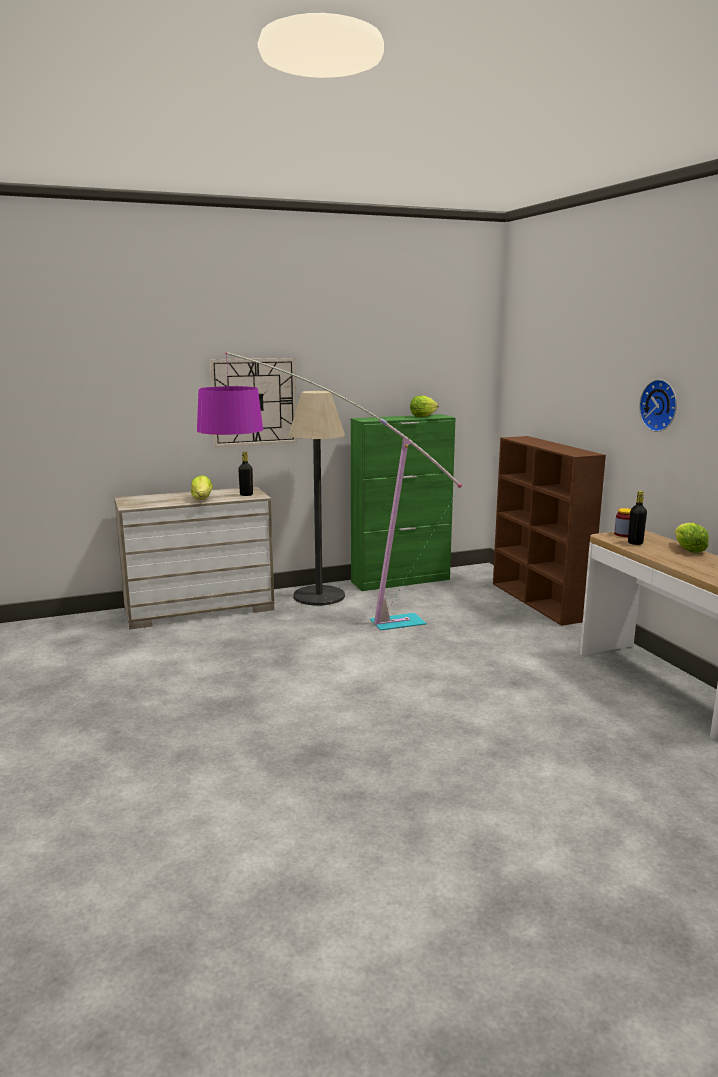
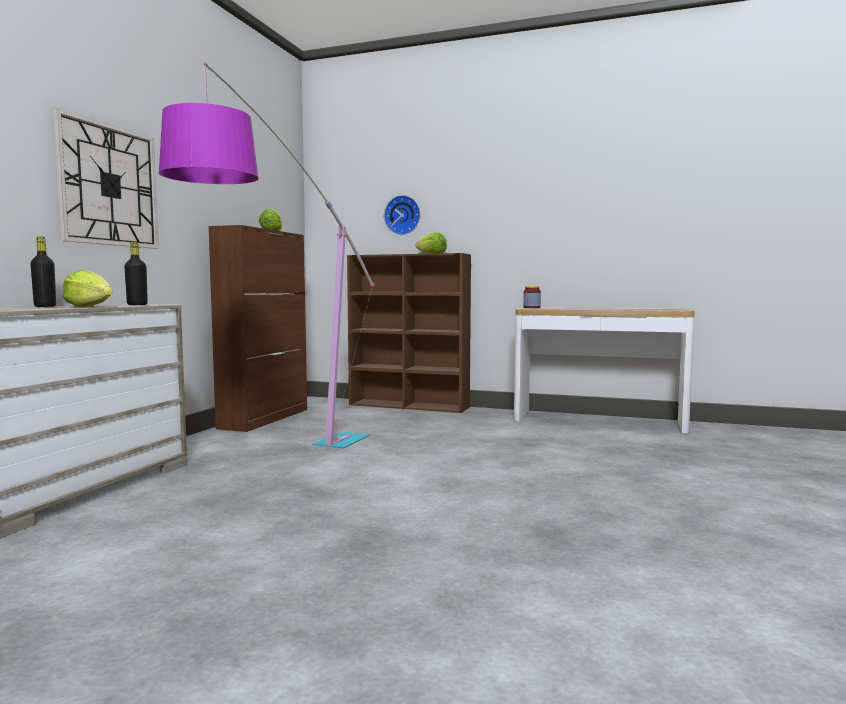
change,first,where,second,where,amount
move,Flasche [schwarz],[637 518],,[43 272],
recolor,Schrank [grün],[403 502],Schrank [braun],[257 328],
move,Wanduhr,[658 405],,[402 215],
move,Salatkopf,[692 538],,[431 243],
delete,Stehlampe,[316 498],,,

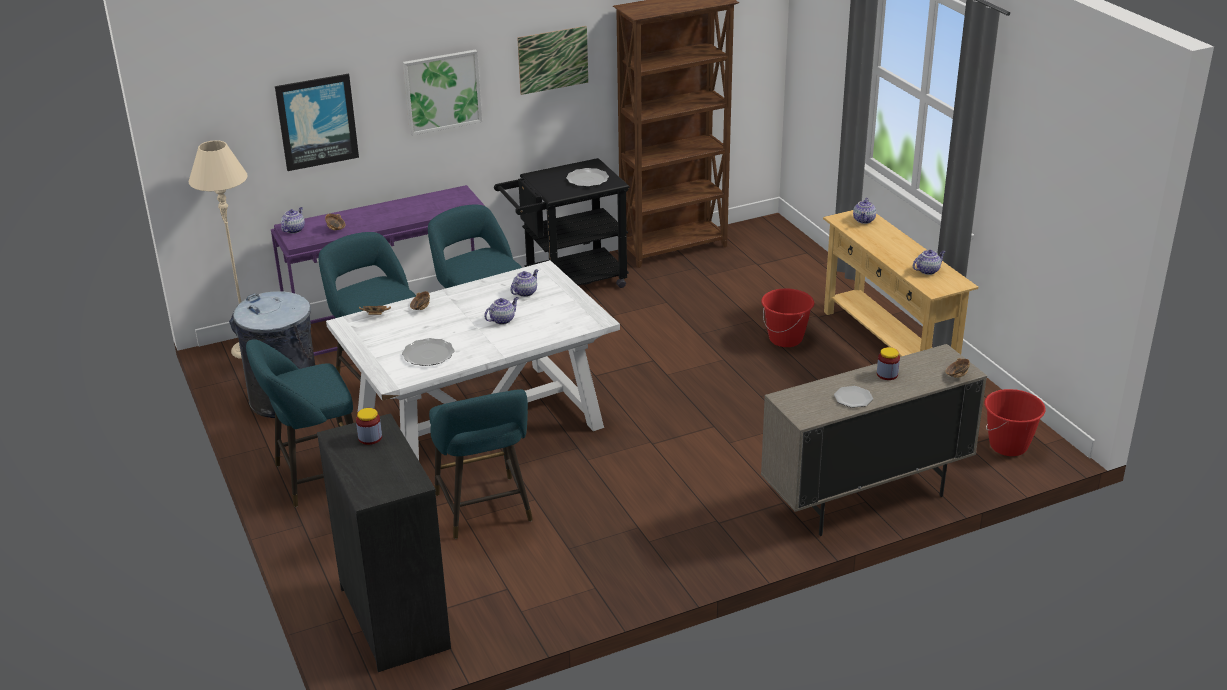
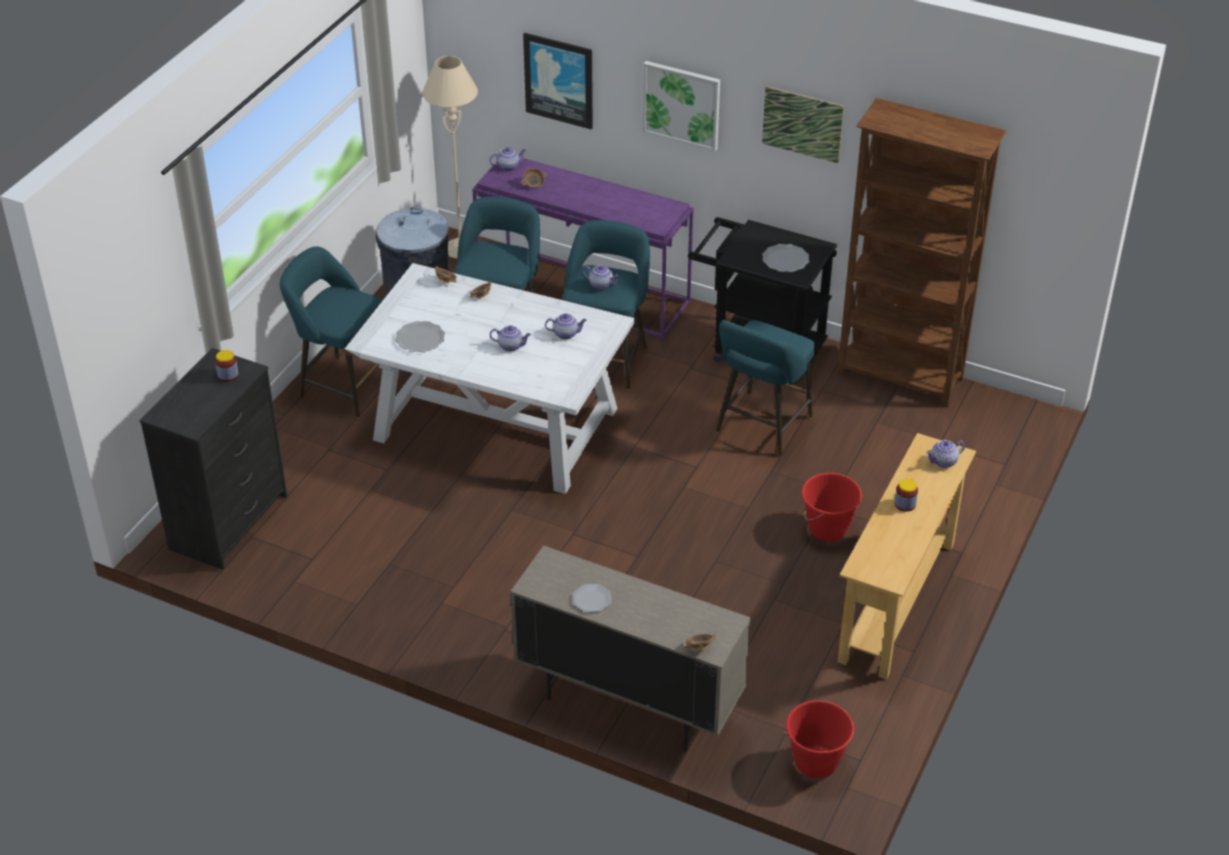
change,first,where,second,where,amount
move,Teekanne,[929 262],,[601 277],
move,Hocker [türkis],[481 464],,[765 388],
move,Vorratsglas,[888 363],,[906 495],

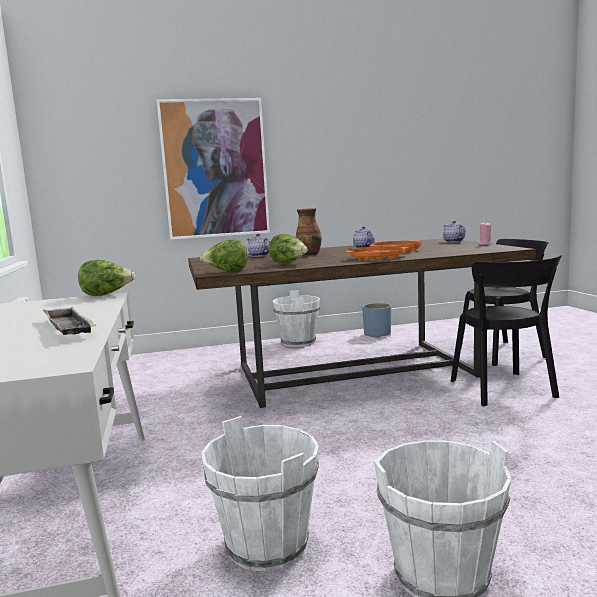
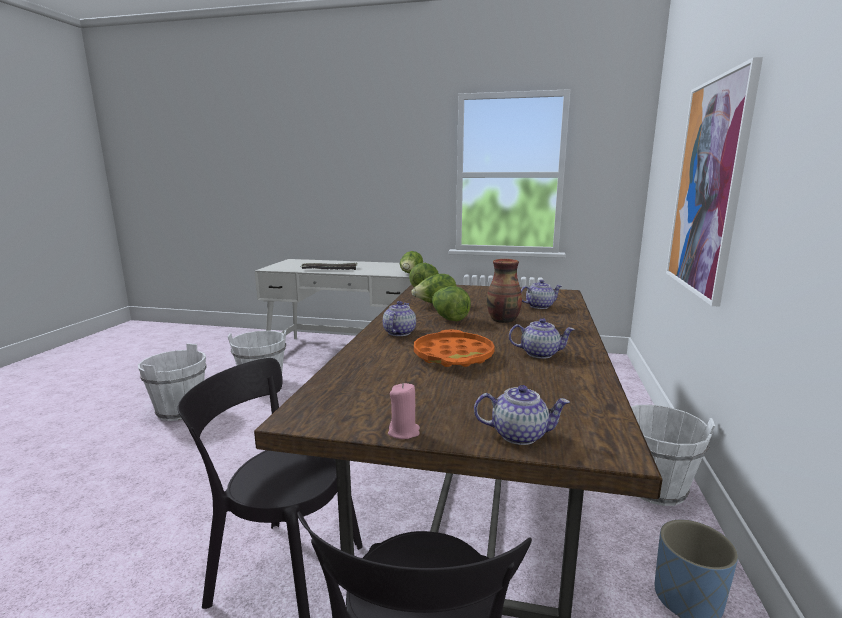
change,first,where,second,where,amount
replace,Tablett [orange],[377 253],Teekanne,[399 318],
insert,,,Salatkopf,[451 303],

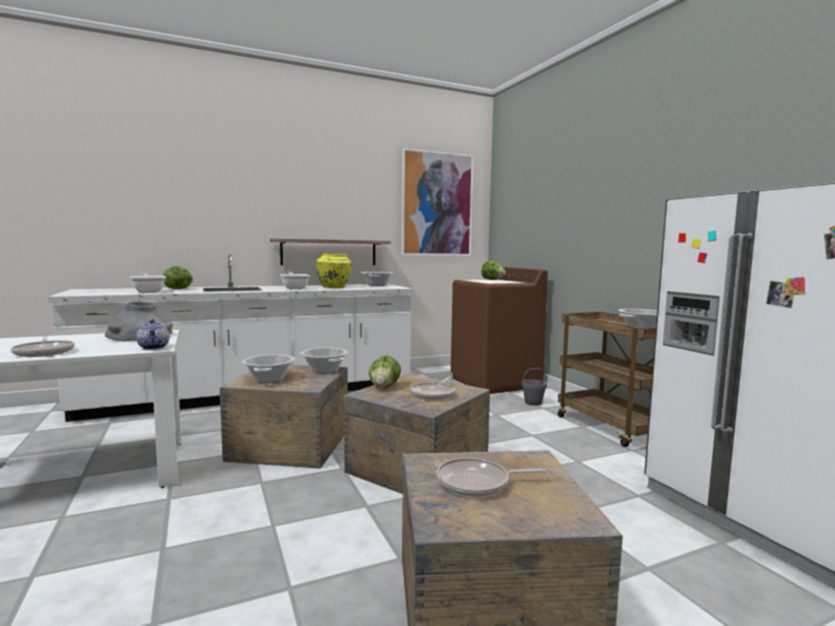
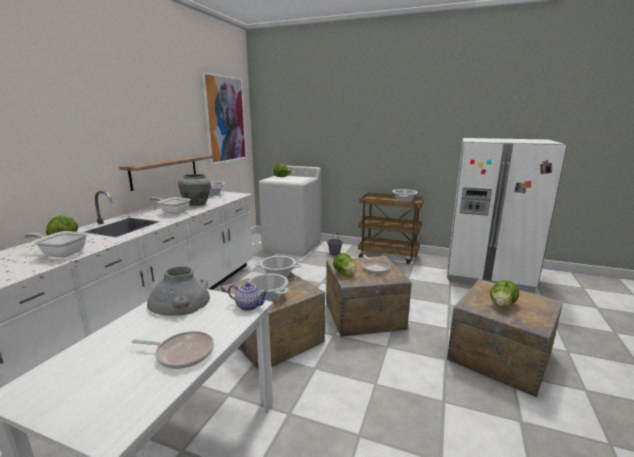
change,first,where,second,where,amount
recolor,Vase [gelb],[334 270],Vase [grau],[194 190],
recolor,Waschmaschine [braun],[499 330],Waschmaschine [weiß],[289 211],
replace,Pfanne,[491 477],Salatkopf,[504 293],

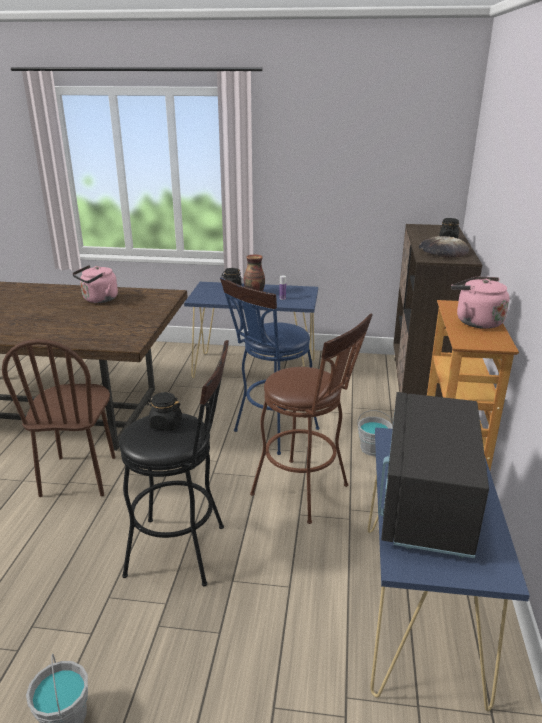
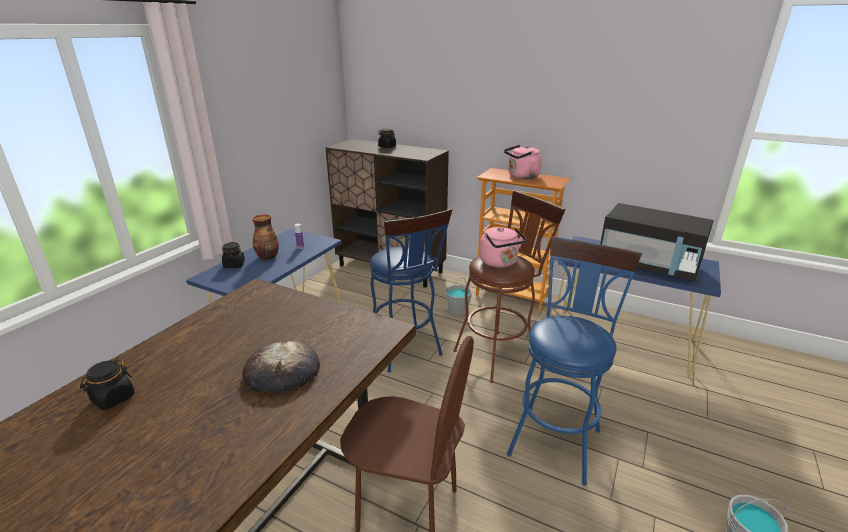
change,first,where,second,where,amount
move,Vorratsglas [schwarz],[164 411],,[107 384],
move,Brot,[444 247],,[281 366],
move,Wasserkessel [rosa],[95 284],,[503 247],
recolor,Hocker [schwarz],[174 463],Hocker [blau],[574 361],

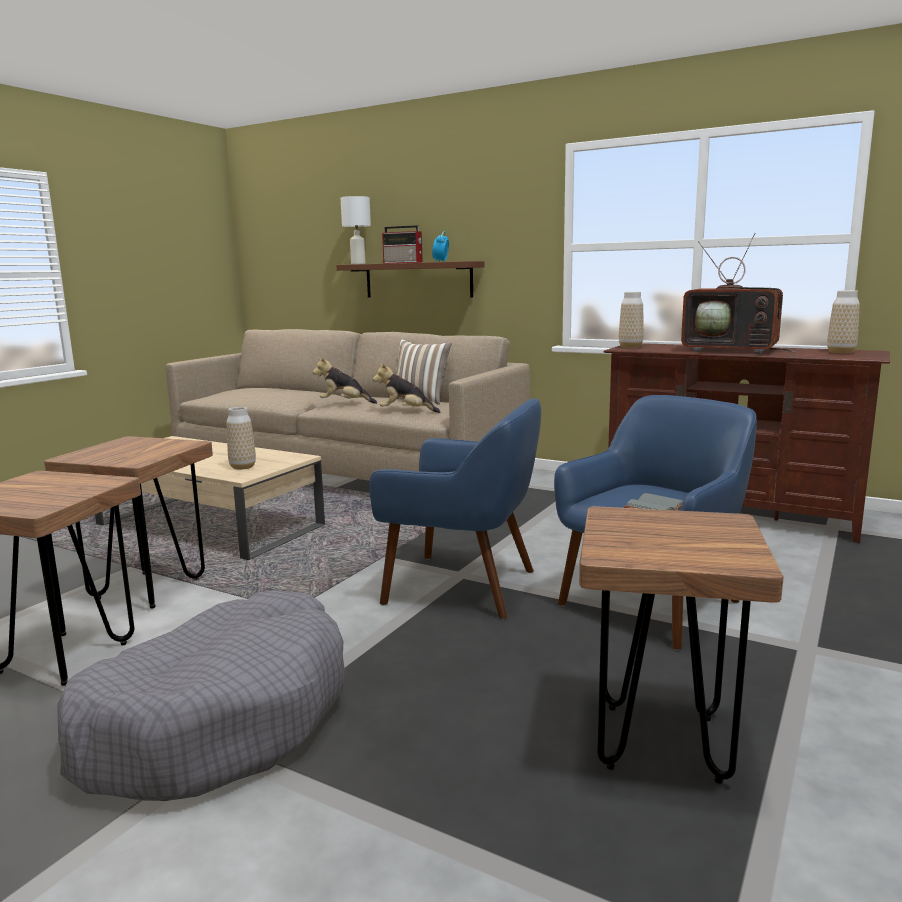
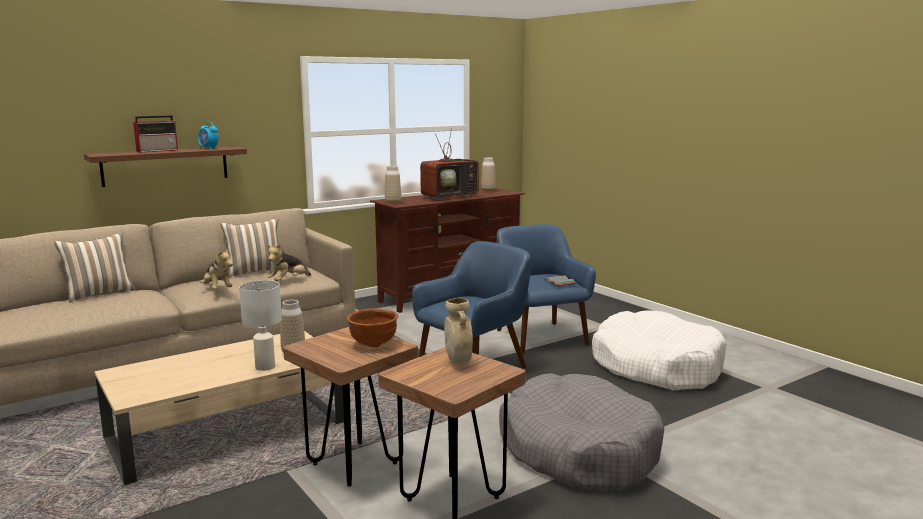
change,first,where,second,where,amount
insert,,,Kissen,[94 268],
rotate,Plüschtier,[345 380],,[216 268],75 degrees counterclockwise
move,Tischlampe [weiß],[356 230],,[260 325],
insert,,,Schüssel [braun],[372 328],
insert,,,Vase [beige],[458 331],
replace,Hocker [braun],[681 645],Hundebett [weiß],[659 350],

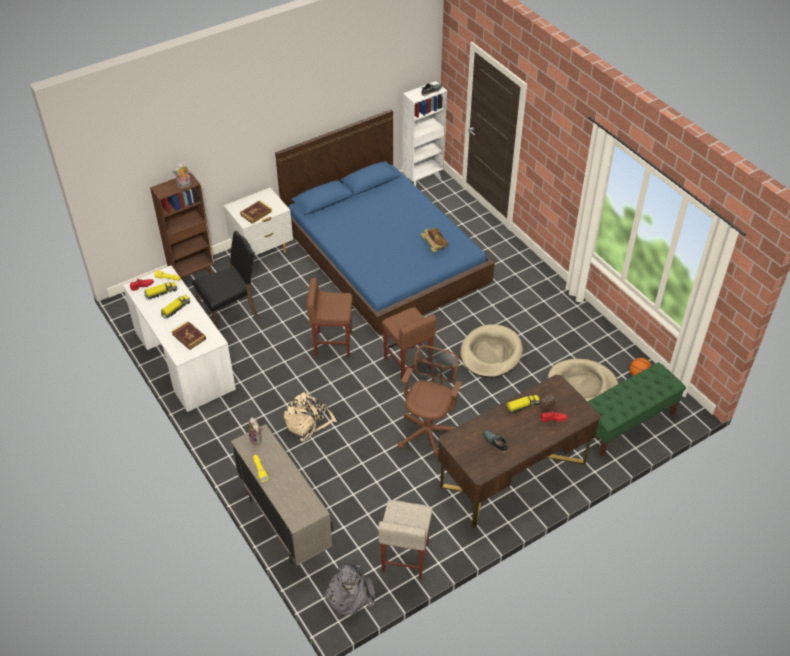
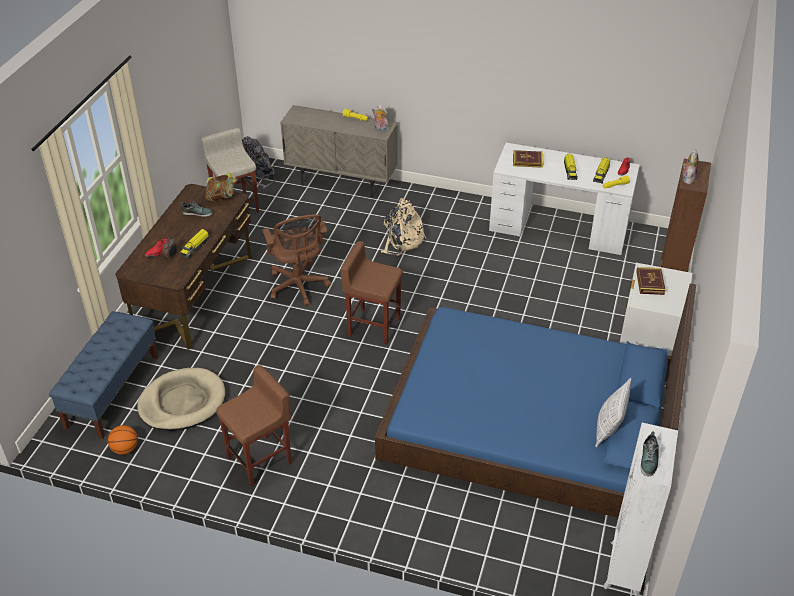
change,first,where,second,where,amount
recolor,Bank [grün],[636 409],Bank [blau],[104 375],
move,Buch,[434 239],,[220 187],
move,Hocker [braun],[330 317],,[254 426],
insert,,,Kissen,[613 412],
delete,Stuhl [schwarz],[225 280],,,
delete,Hundebett [beige],[491 351],,,

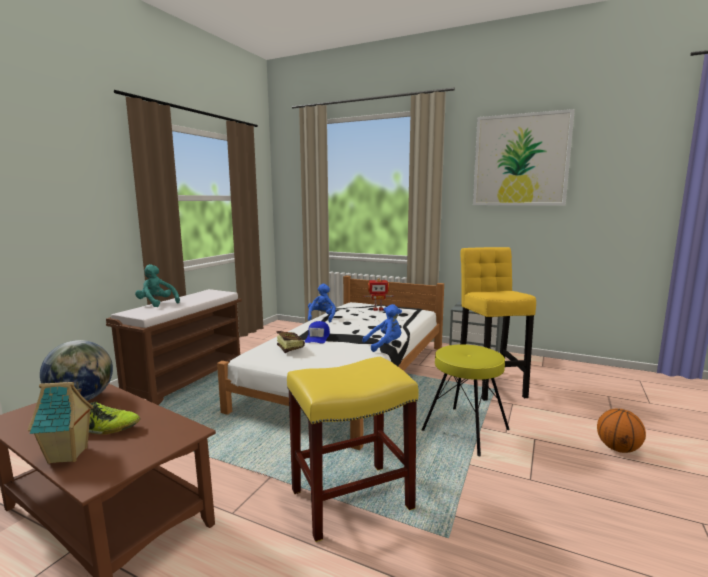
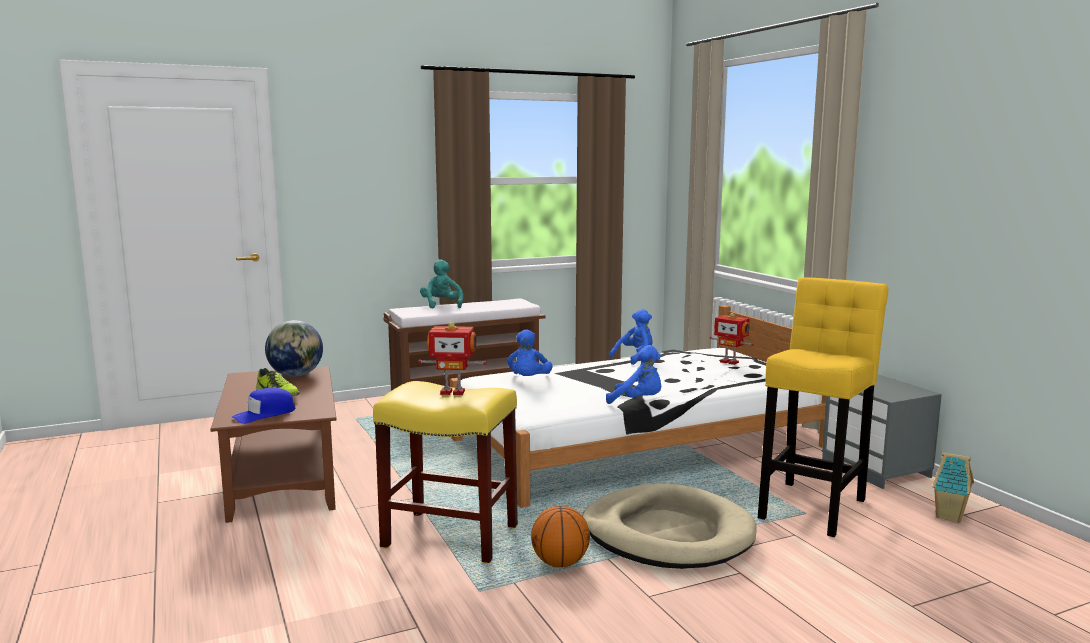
change,first,where,second,where,amount
move,Kappe [blau],[317 332],,[264 406],
insert,,,Spielzeugroboter,[452 358],
replace,Buch,[290 342],Plüschtier [blau],[530 353],
move,Basketball,[621 431],,[560 536],
replace,Hocker [gelb],[466 400],Hundebett [beige],[669 526],
move,Spielzeughaus,[61 423],,[953 487],
delete,Bild,[524 157],,,

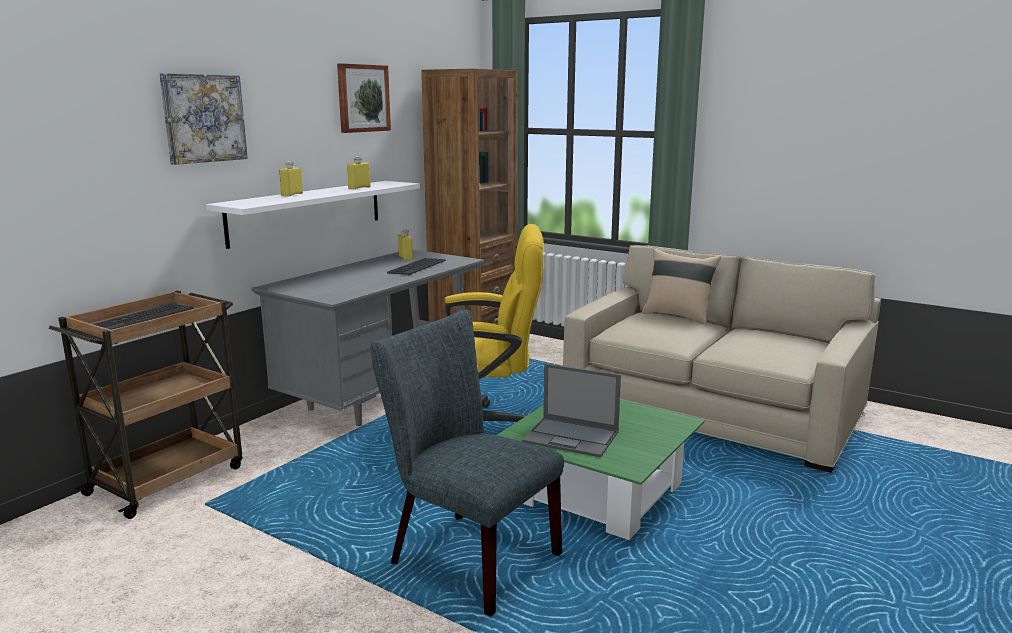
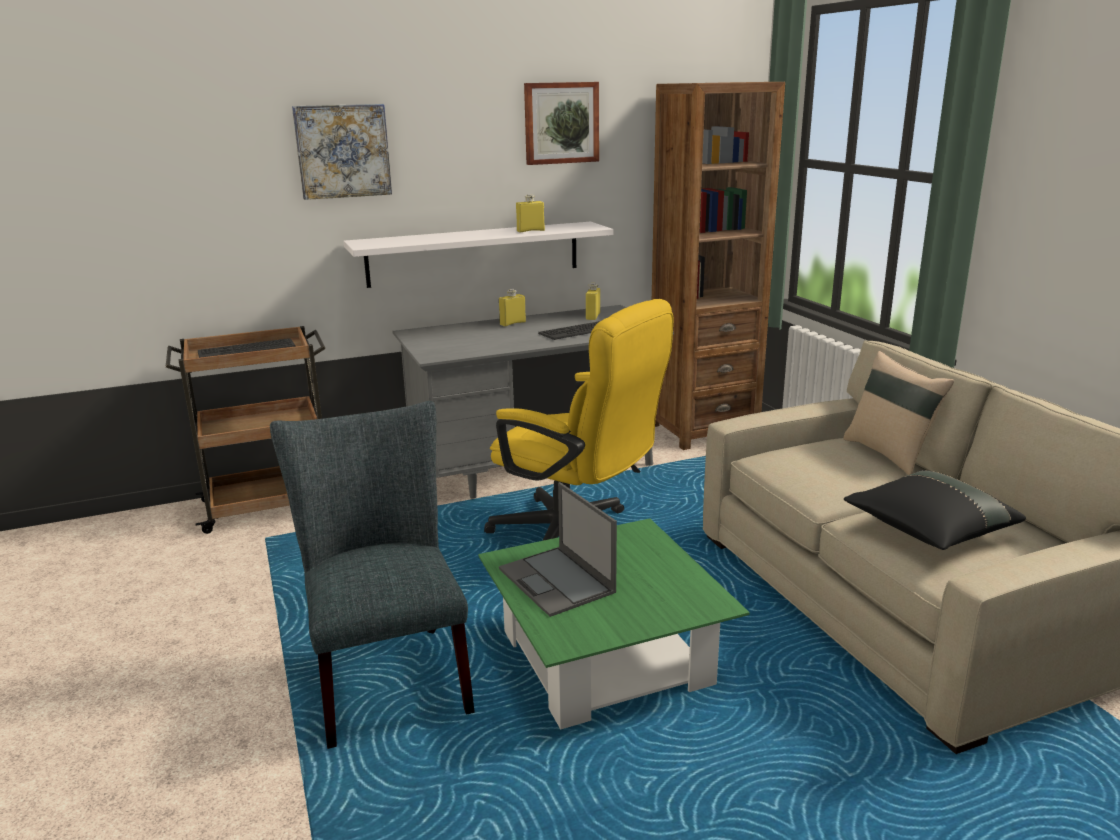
change,first,where,second,where,amount
move,Flasche [gelb],[291 179],,[512 307],
insert,,,Kissen [schwarz],[935 510],

